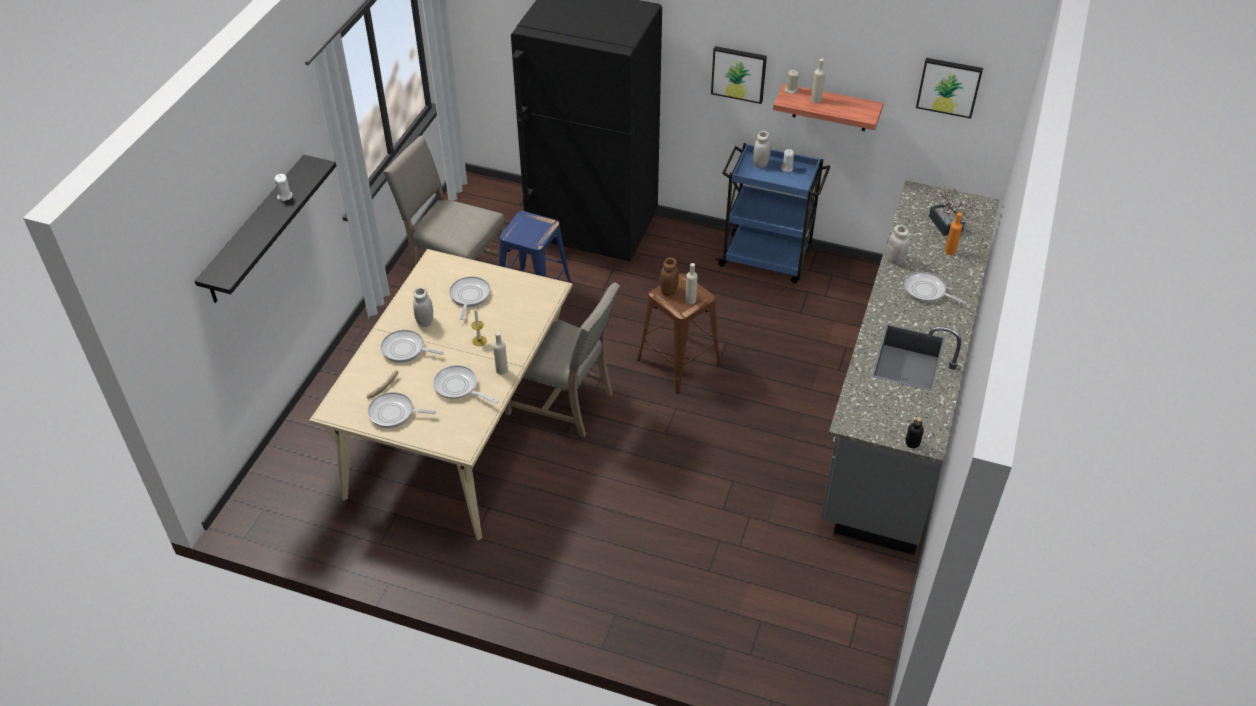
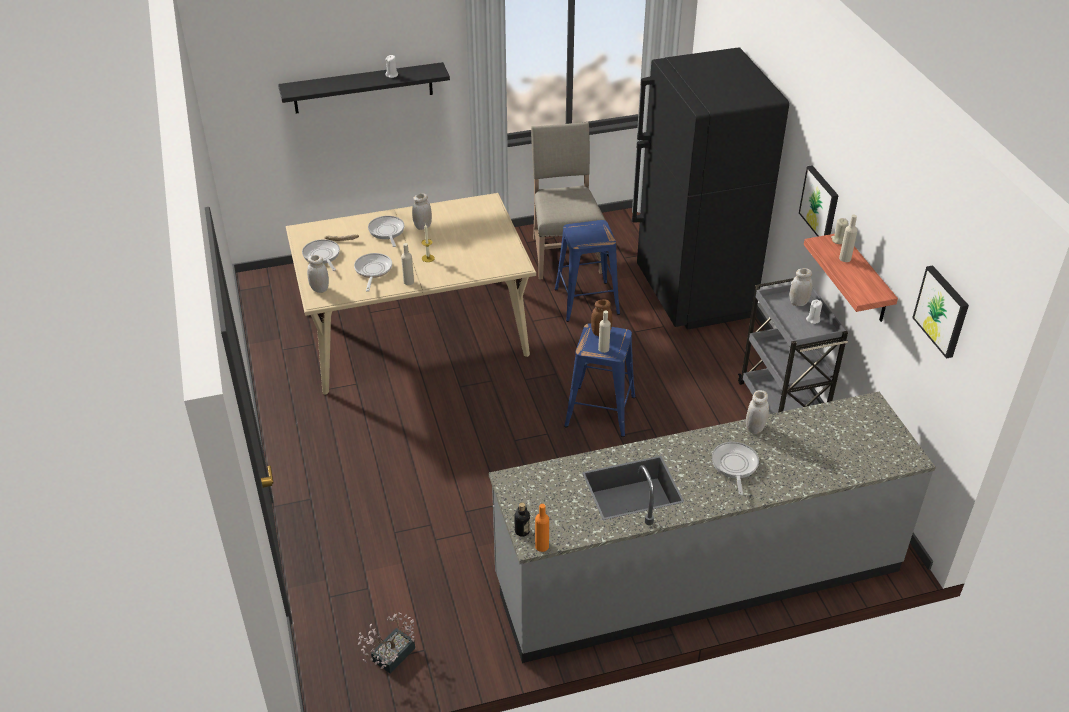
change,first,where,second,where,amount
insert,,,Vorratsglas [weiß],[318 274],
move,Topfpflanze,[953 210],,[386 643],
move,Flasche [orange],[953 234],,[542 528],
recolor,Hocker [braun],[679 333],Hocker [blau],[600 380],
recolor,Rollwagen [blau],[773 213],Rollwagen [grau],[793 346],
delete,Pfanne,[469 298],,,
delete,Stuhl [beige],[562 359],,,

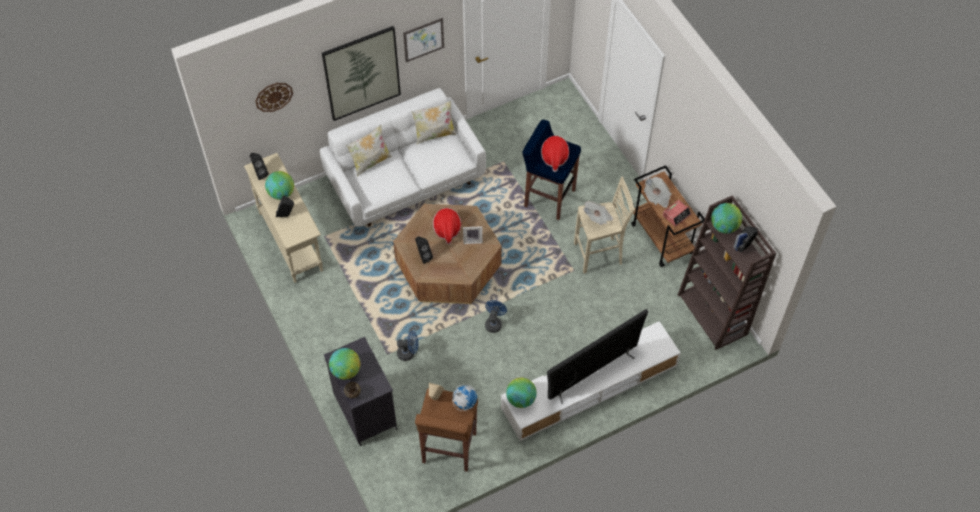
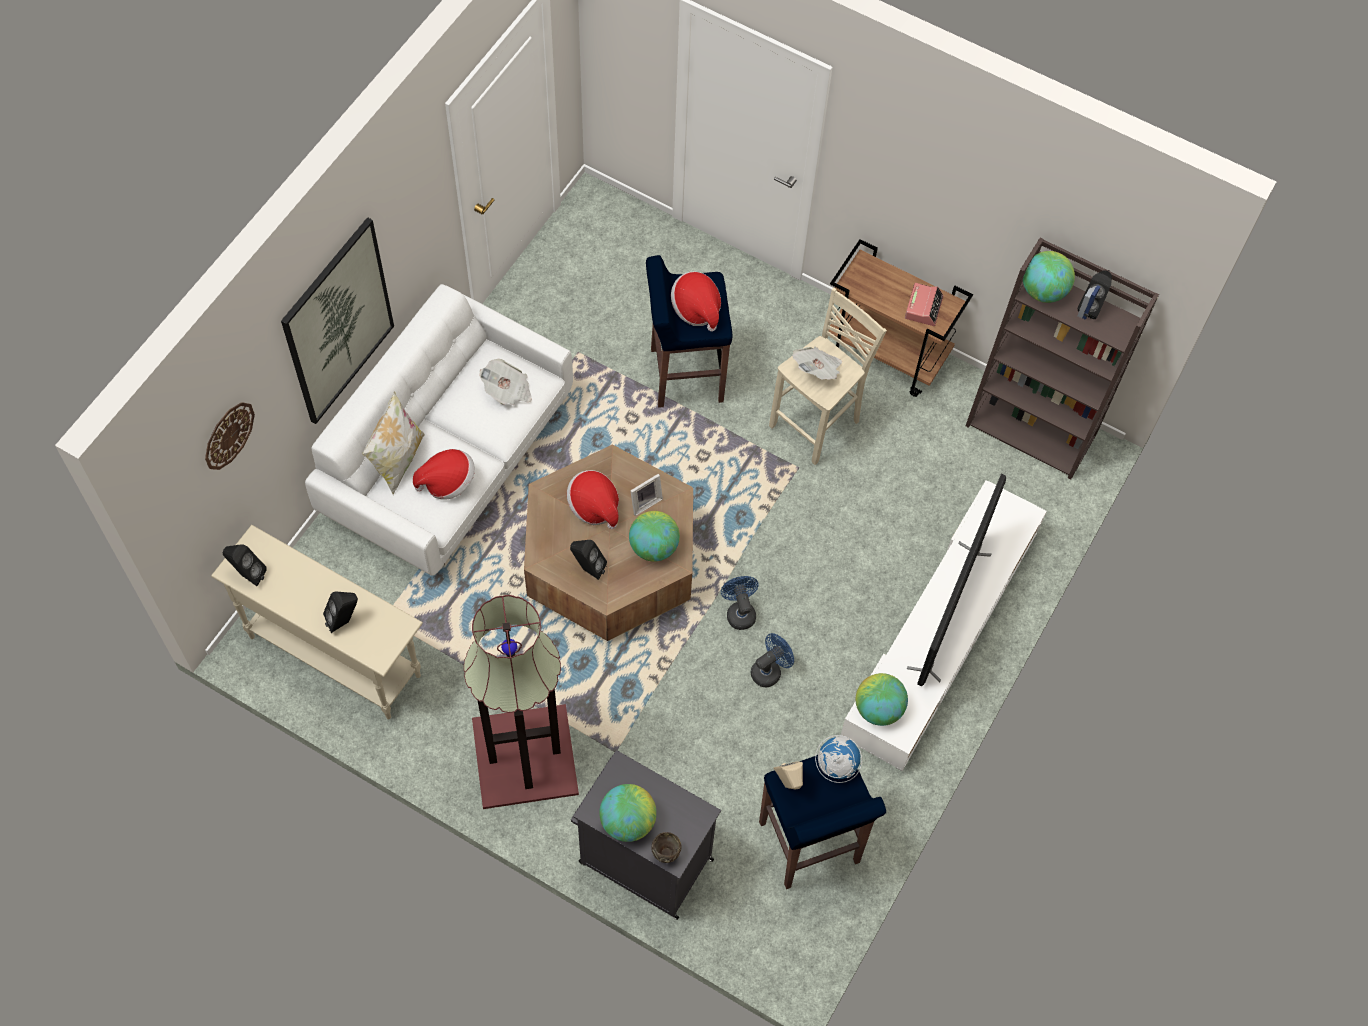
change,first,where,second,where,amount
insert,,,Hut,[444 474],
insert,,,Stehlampe,[521 702],
move,Zeitung,[658 192],,[505 382],
move,Globus,[279 185],,[654 536],
move,Ventilator [blau],[408 346],,[772 660],
recolor,Hocker [braun],[446 430],Hocker [blau],[822 822],
delete,Bild,[423 40],,,
delete,Kissen,[433 122],,,

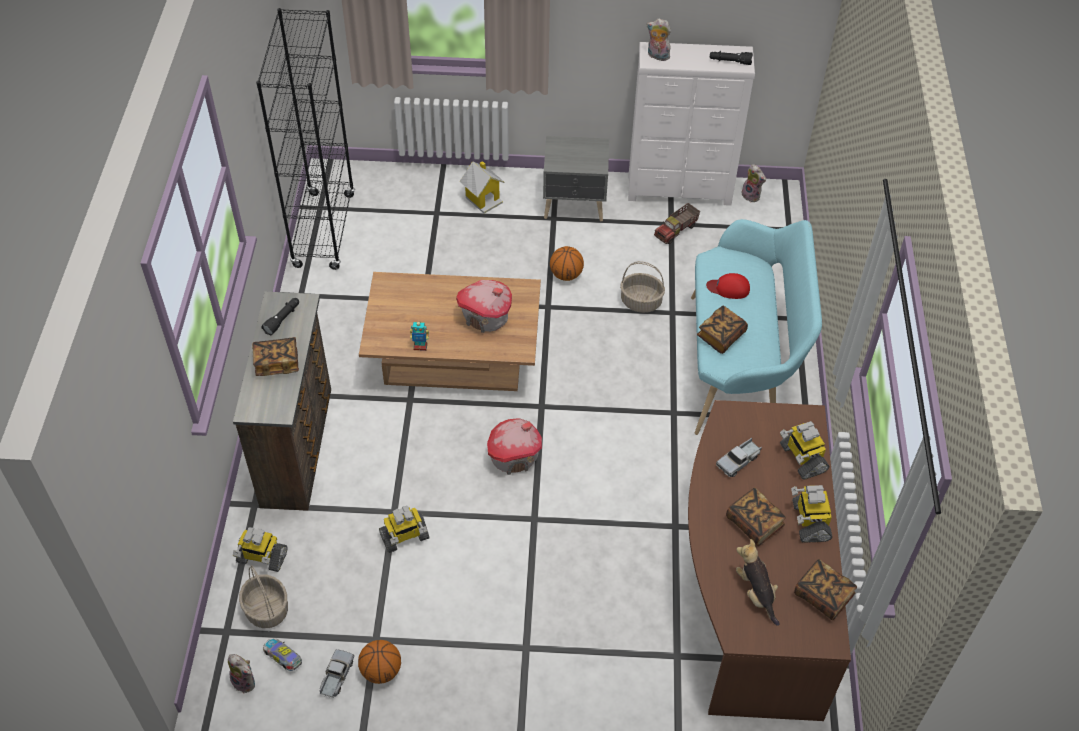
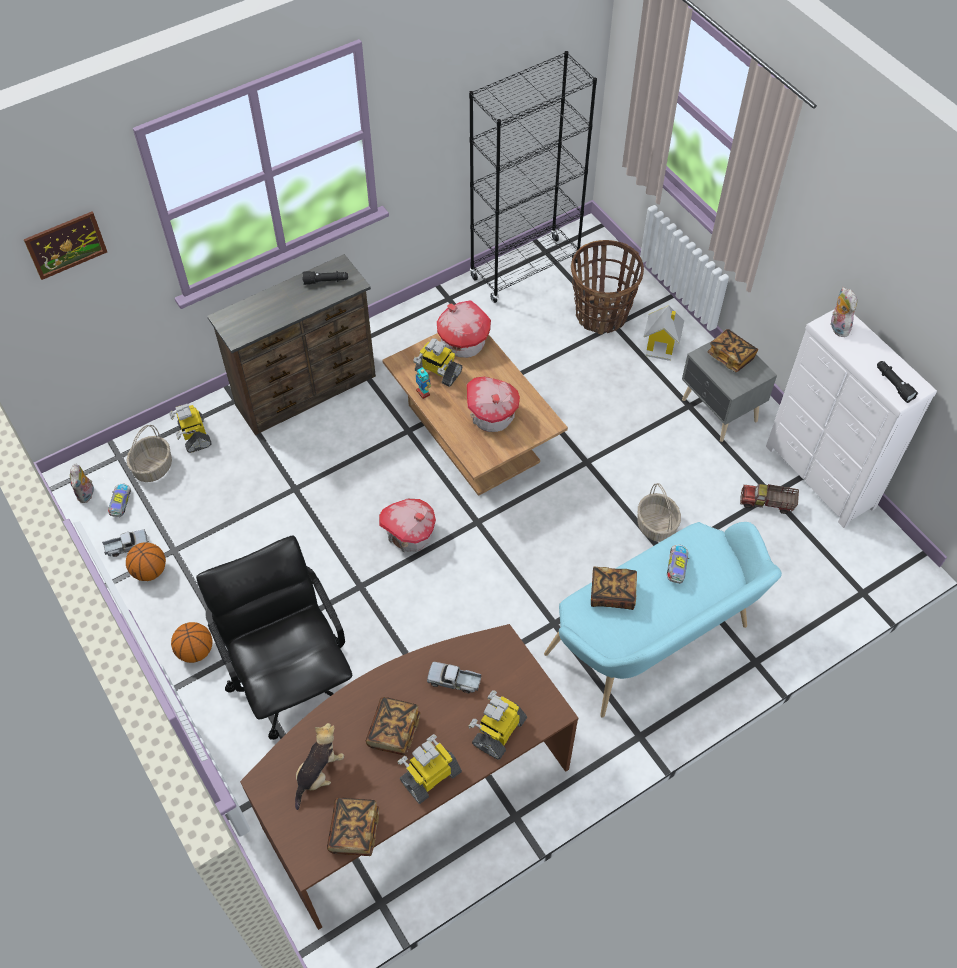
change,first,where,second,where,amount
insert,,,Bild,[65 246],
move,Basketball,[567 263],,[192 642],
insert,,,Bürostuhl [schwarz],[274 637],
move,Spielzeugroboter,[404 529],,[437 362],
insert,,,Spielzeughaus,[464 329],
insert,,,Korb,[607 287],
replace,Kappe [rot],[728 286],Spielzeugauto,[678 564],
move,Buch,[275 356],,[732 350],
delete,Plüschtier,[754 183],,,

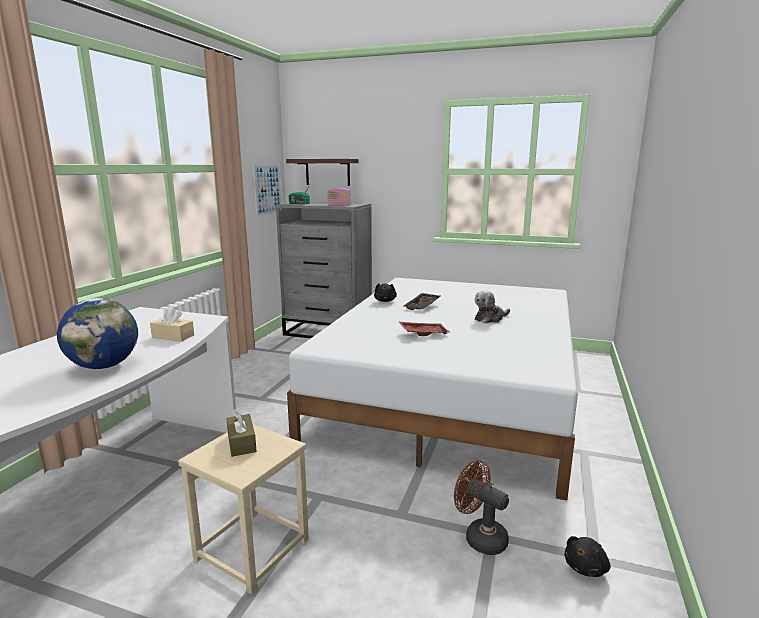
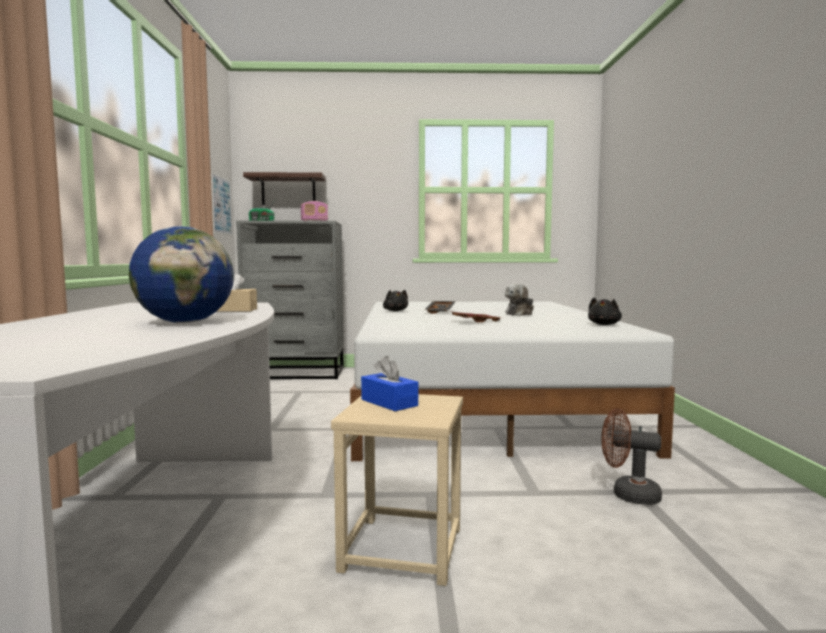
change,first,where,second,where,amount
recolor,Taschentuchbox [braun],[241 433],Taschentuchbox [blau],[389 383],
move,Plüschtier [schwarz],[587 556],,[605 311],

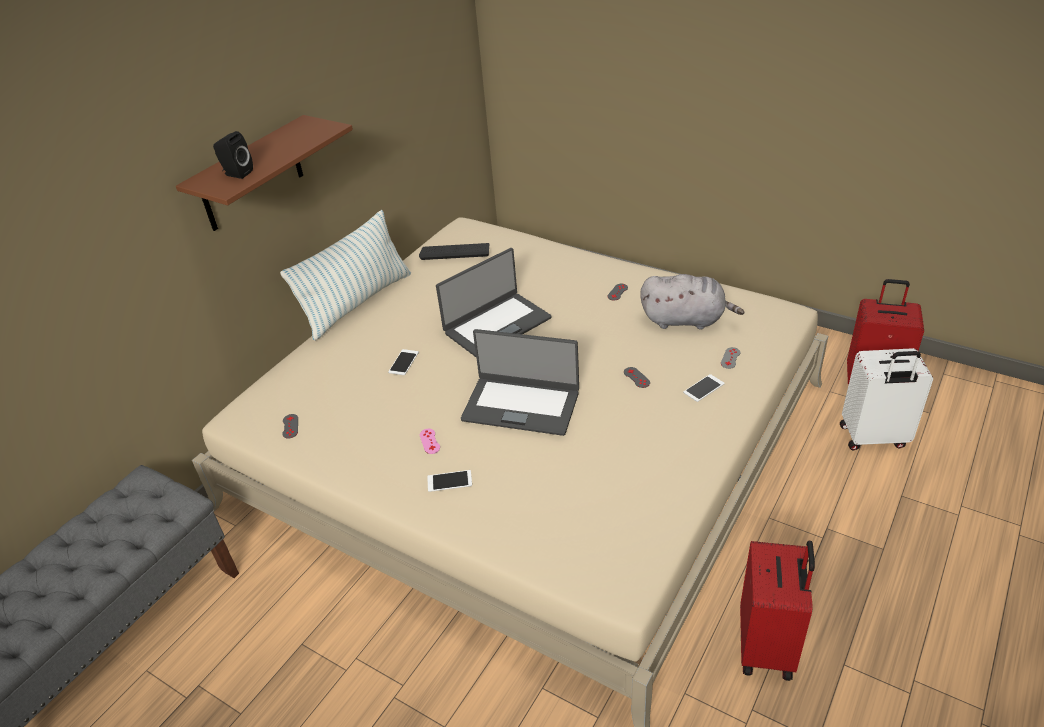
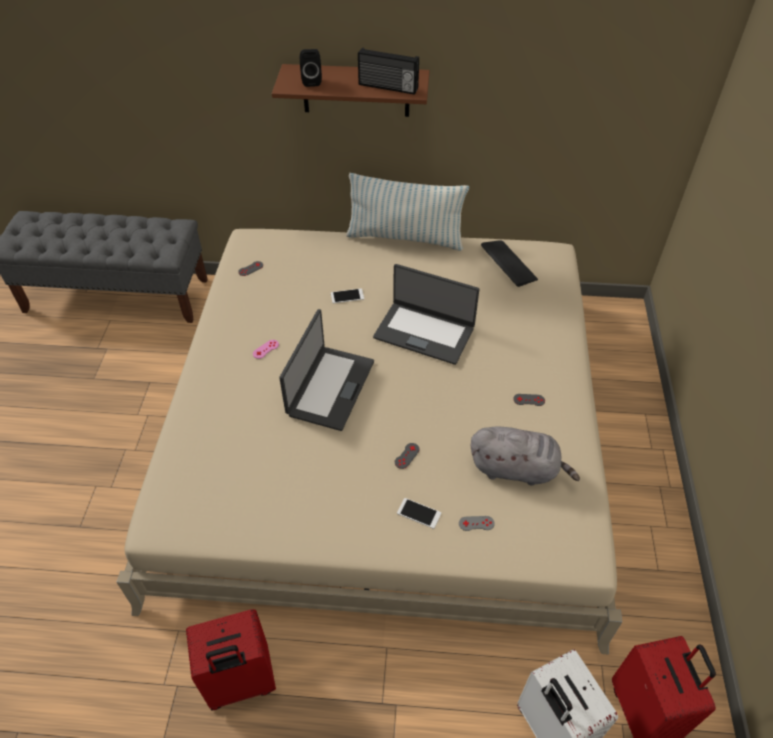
change,first,where,second,where,amount
rotate,Laptop,[520 382],,[326 370],150 degrees counterclockwise
insert,,,Radio,[388 71],
rotate,Plüschtier [grau],[692 302],,[525 456],60 degrees counterclockwise
delete,Handy,[449 481],,,

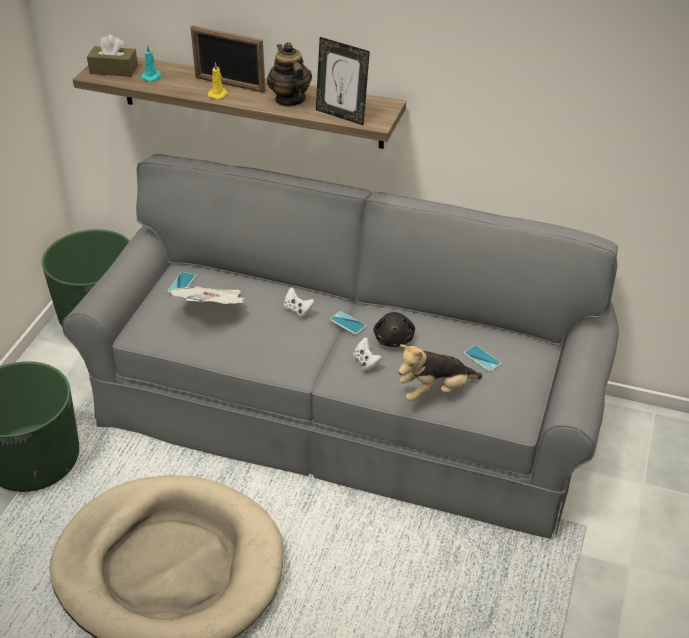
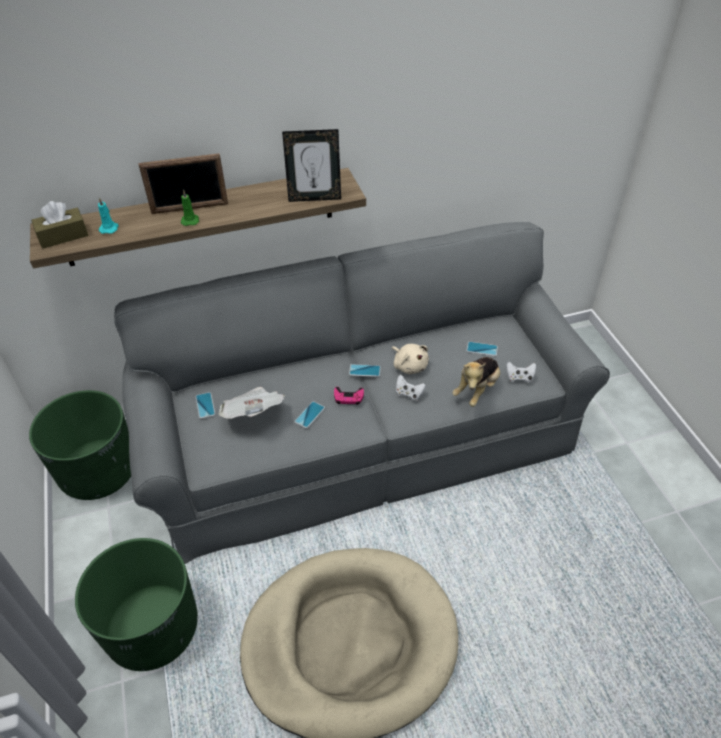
change,first,where,second,where,amount
recolor,Kerze [gelb],[218 80],Kerze [grün],[190 207],
insert,,,Handy,[309 414],
insert,,,Gamepad [rosa],[349 396],
recolor,Plüschtier [schwarz],[394 329],Plüschtier [beige],[410 359],
move,Gamepad [weiß],[299 302],,[521 372],
delete,Teekanne,[289 74],,,

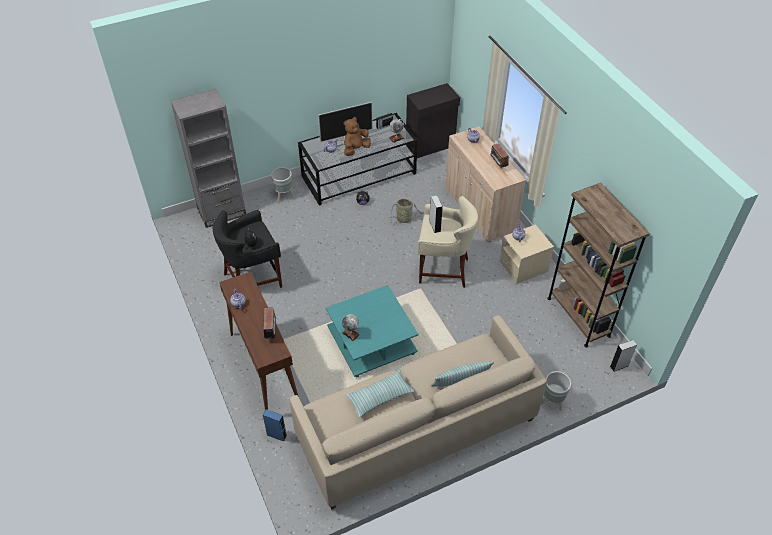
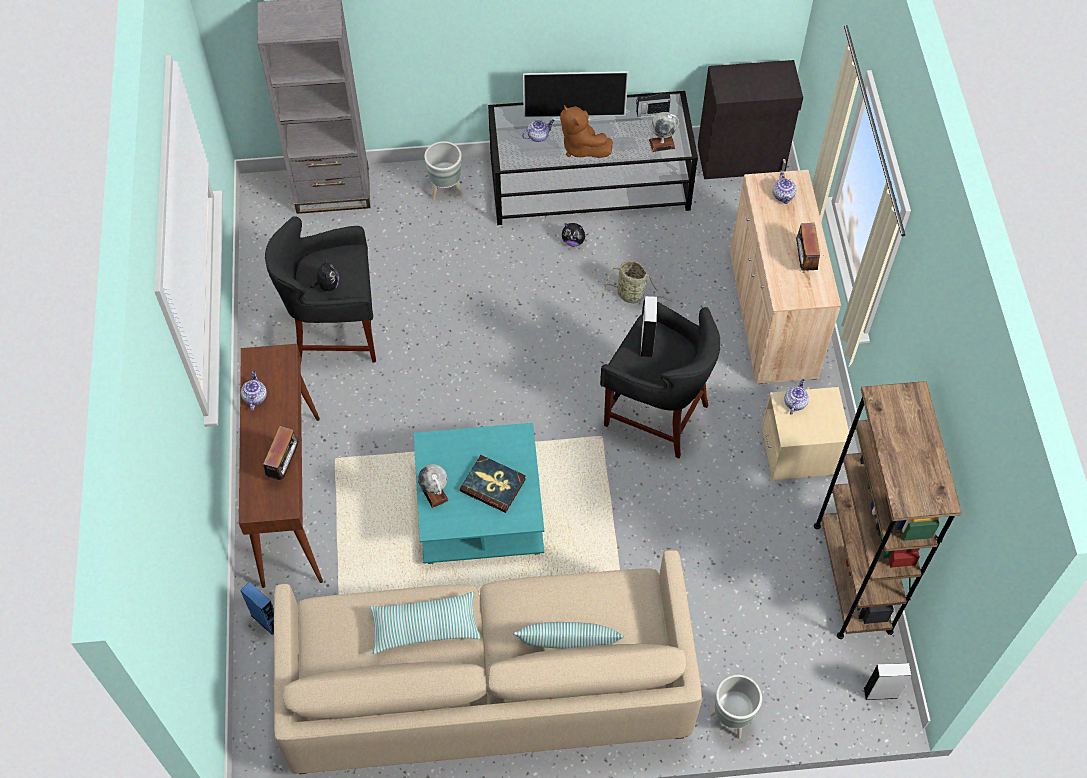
change,first,where,second,where,amount
insert,,,Buch,[493 484],
rotate,Plüschtier [braun],[357 136],,[586 131],105 degrees counterclockwise
recolor,Hocker [beige],[447 242],Hocker [schwarz],[660 379],

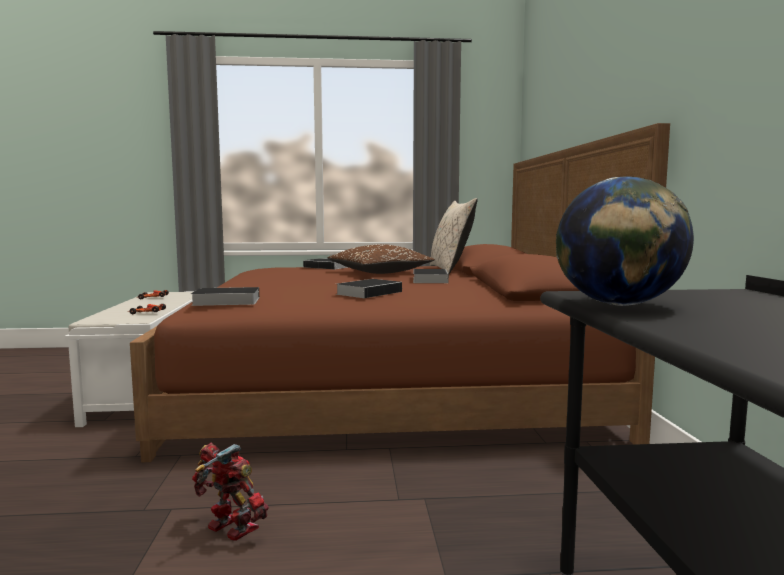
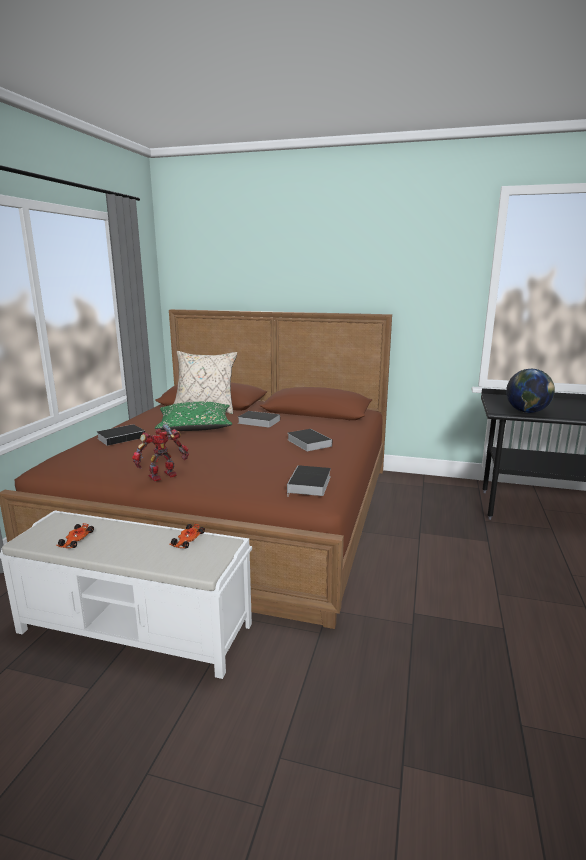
change,first,where,second,where,amount
move,Spielzeugroboter,[230 492],,[160 452],
recolor,Kissen [braun],[381 259],Kissen [grün],[193 416],

